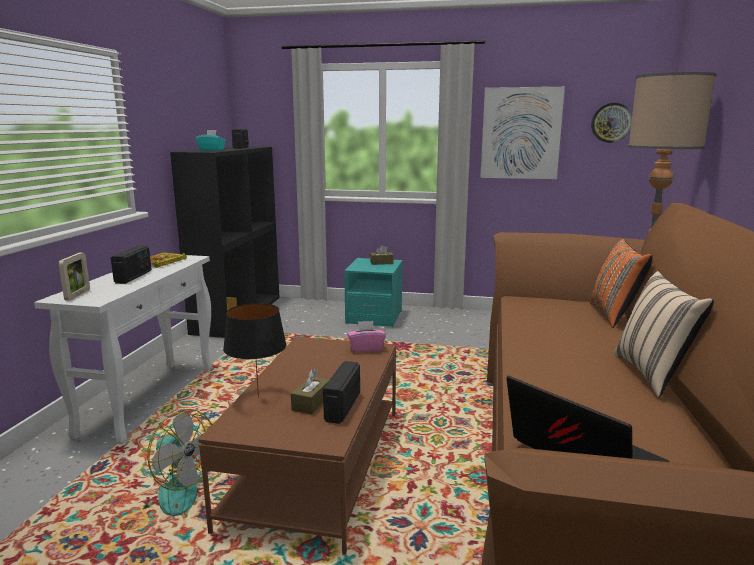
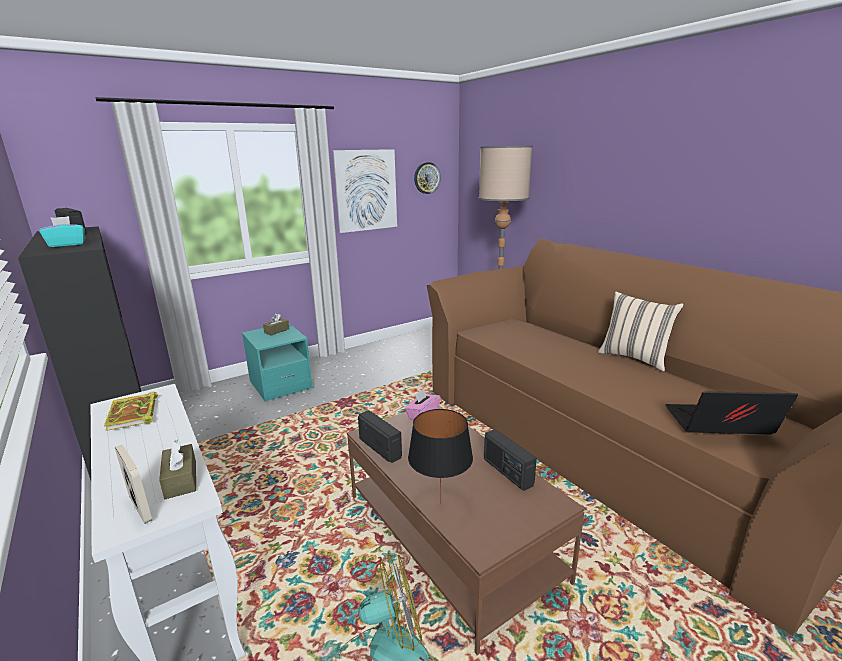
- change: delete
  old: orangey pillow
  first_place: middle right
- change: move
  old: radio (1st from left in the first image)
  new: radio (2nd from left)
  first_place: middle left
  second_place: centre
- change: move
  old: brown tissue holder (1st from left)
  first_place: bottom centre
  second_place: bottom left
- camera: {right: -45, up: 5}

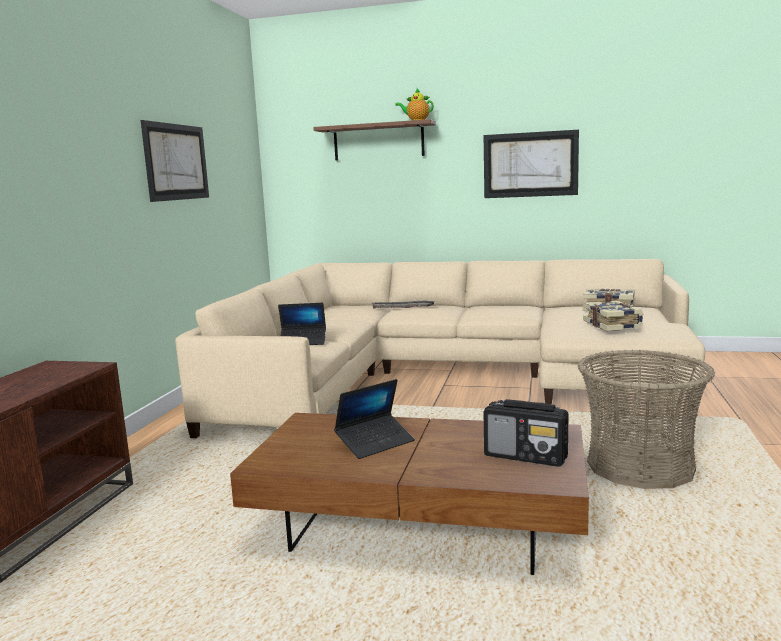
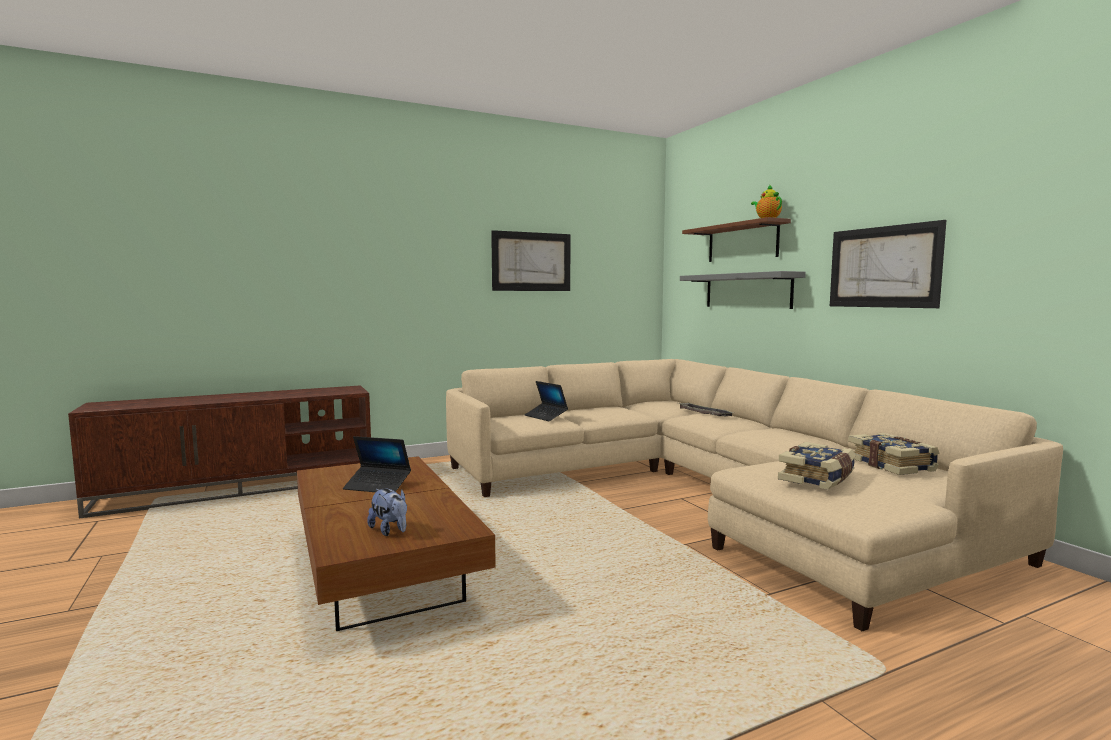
- change: delete
  old: basket
  first_place: middle right
- change: insert
  new: gray bracket shelf
  second_place: middle right
- change: replace
  old: radio
  new: plush toy
  first_place: bottom right
  second_place: bottom centre
- camera: {right: 50, up: -5}

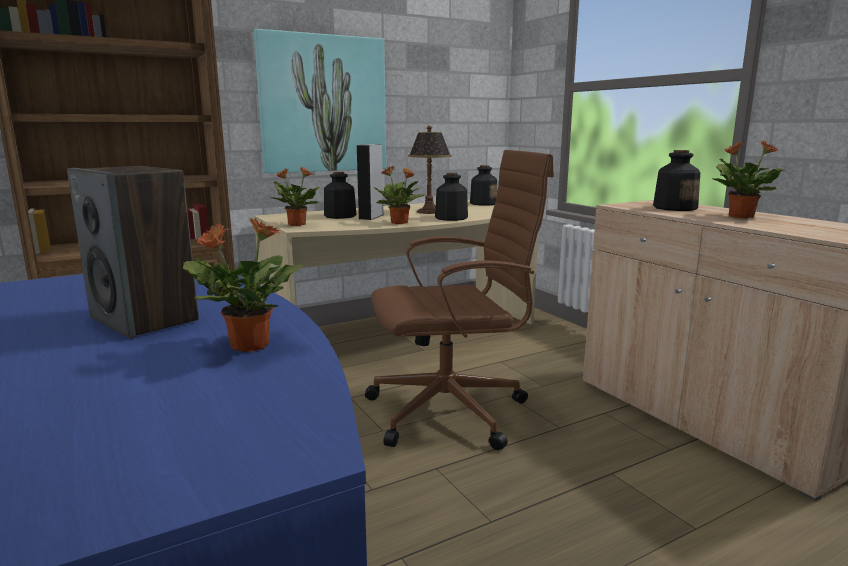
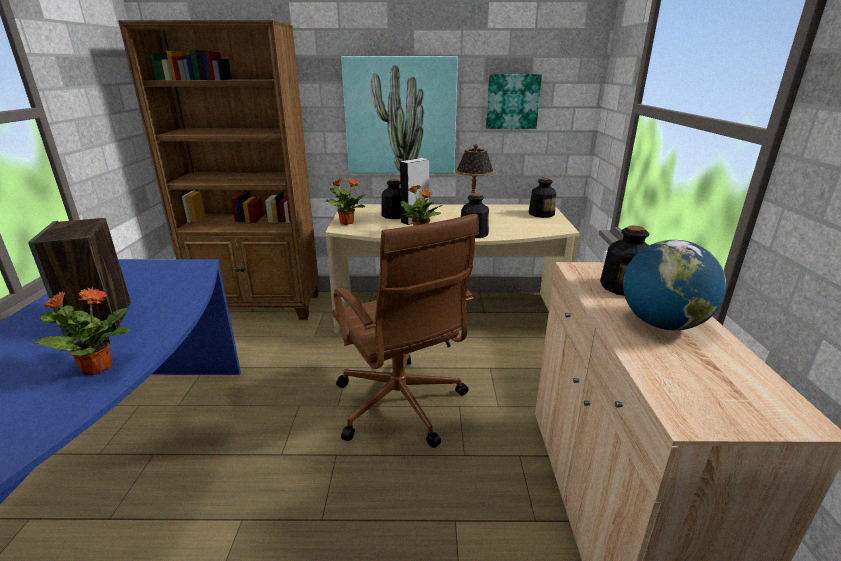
- change: insert
  new: wall art (2nd from left)
  second_place: top centre
- change: replace
  old: plant in a pot (4th from left)
  new: world globe
  first_place: top right
  second_place: middle right
- change: rotate
  old: brown computer chair
  first_place: centre
  second_place: centre
  degrees: 45
- camera: {right: 30, up: 10}

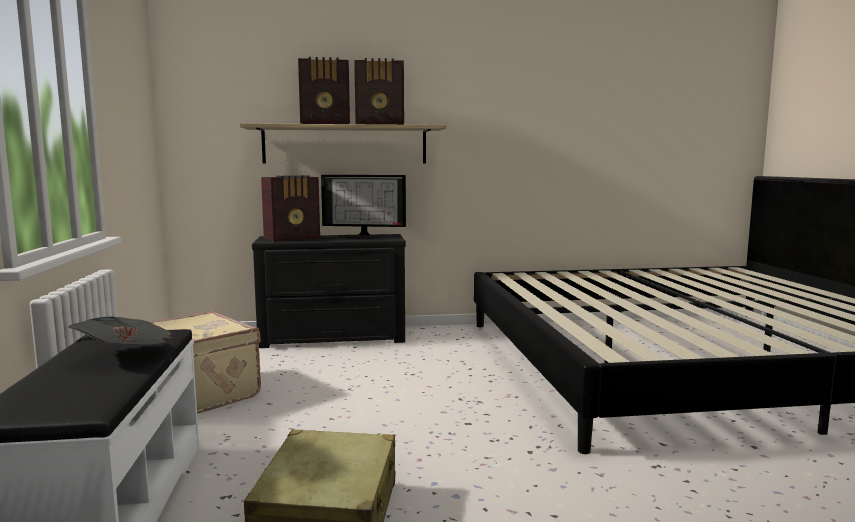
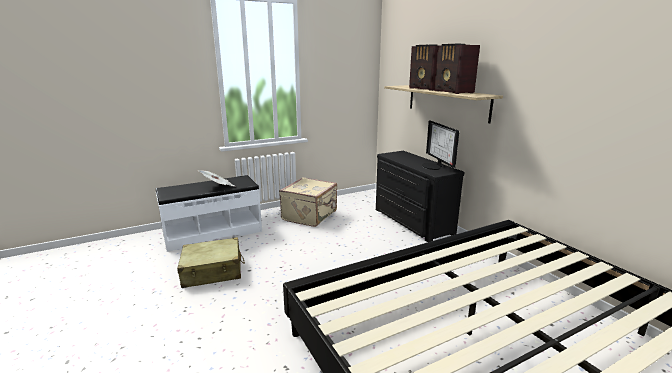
- change: delete
  old: radio (1st from left)
  first_place: centre
- camera: {right: 70, up: 10}

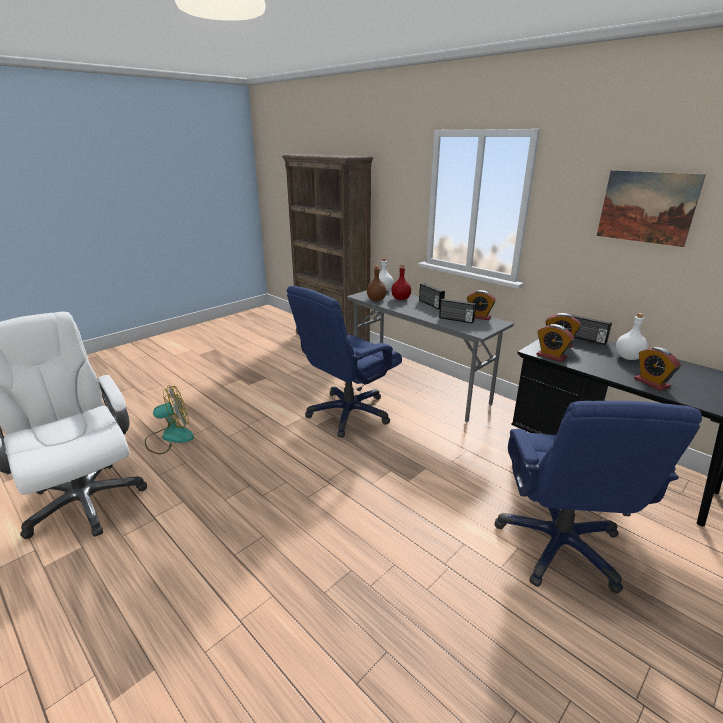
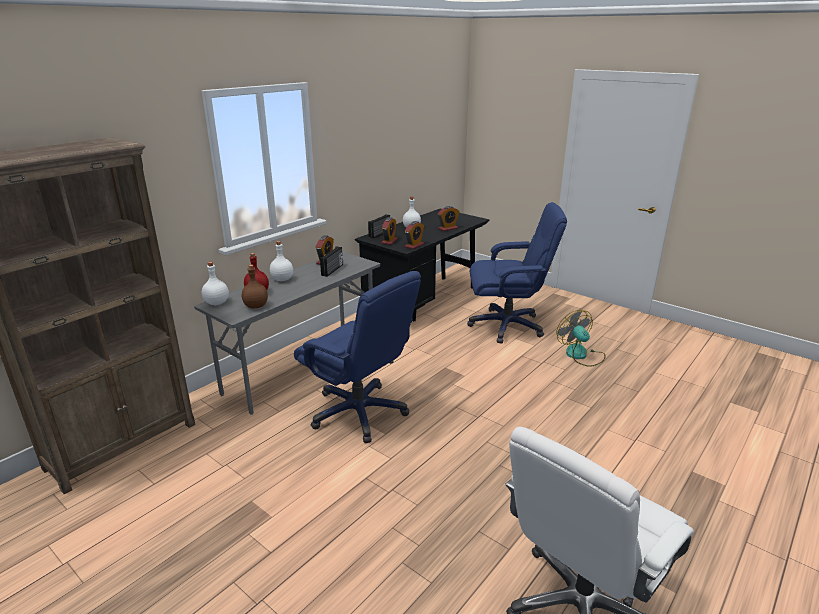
- change: delete
  old: wall art
  first_place: top right
- change: move
  old: electric fan
  first_place: middle left
  second_place: middle right
- change: replace
  old: radio (1st from left)
  new: white bottle (2nd from left)
  first_place: centre
  second_place: centre
- camera: {right: -95, up: 0}

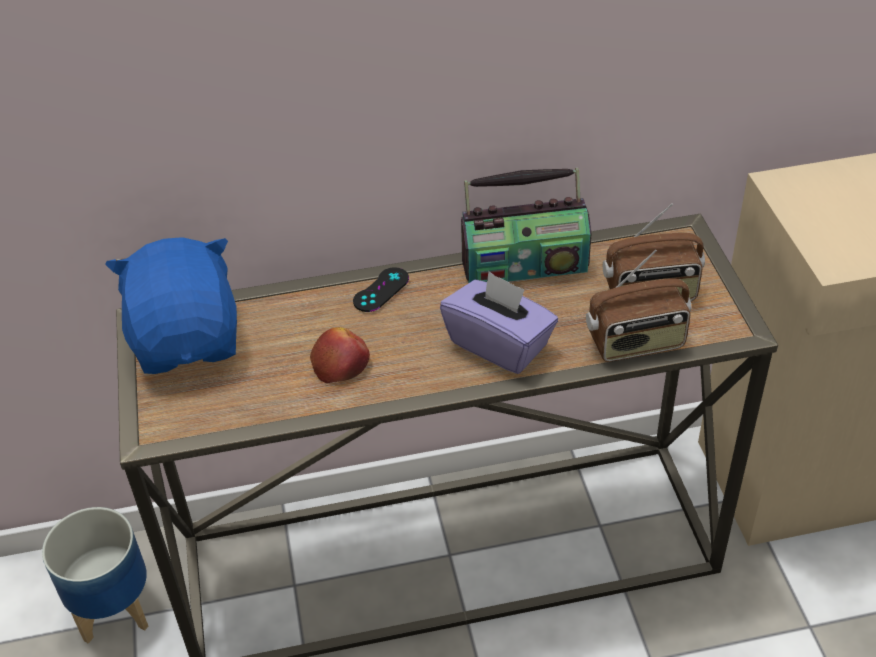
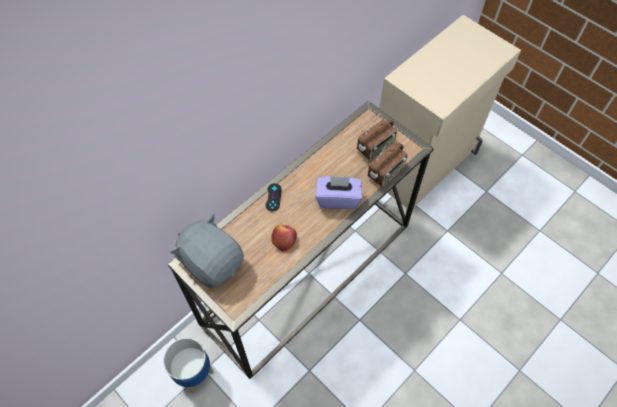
- change: delete
  old: radio (1st from left)
  first_place: centre
- change: recolor
  old: bluish plush toy
  new: gray plush toy
  first_place: middle left
  second_place: centre
- camera: {right: -35, up: 15}

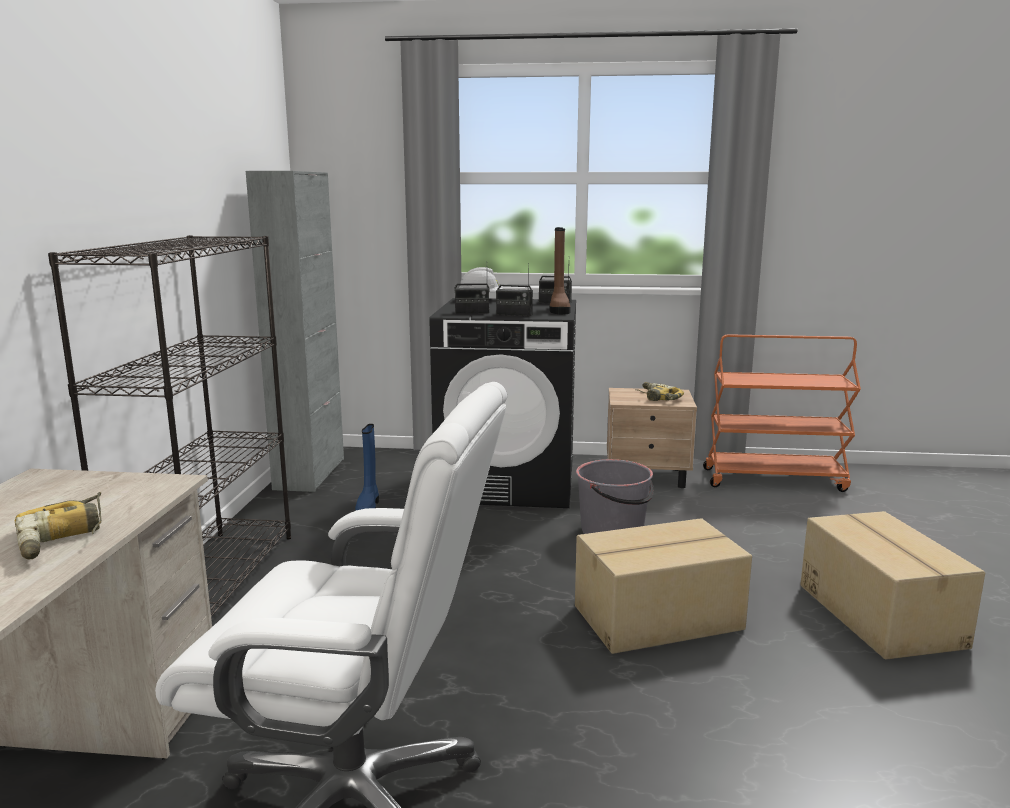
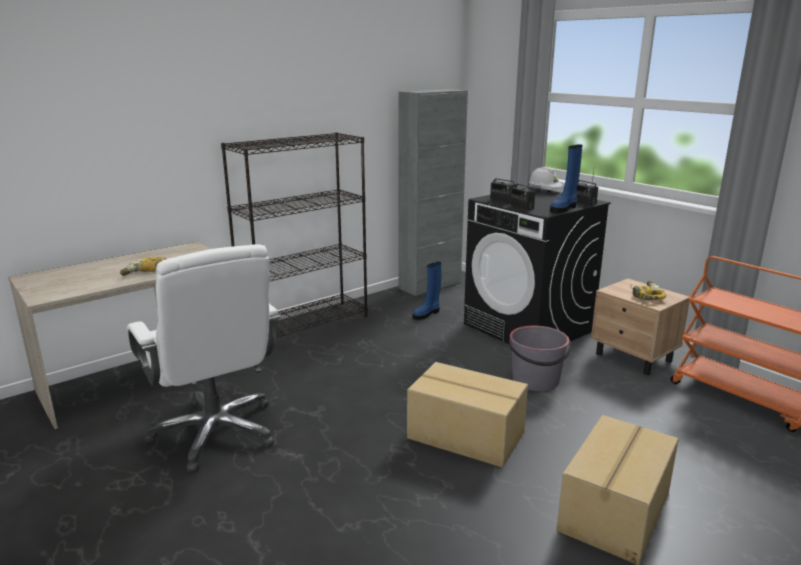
- change: recolor
  old: brown boot
  new: bluish boot (2nd from left)
  first_place: centre
  second_place: top right
- camera: {right: 45, up: 5}

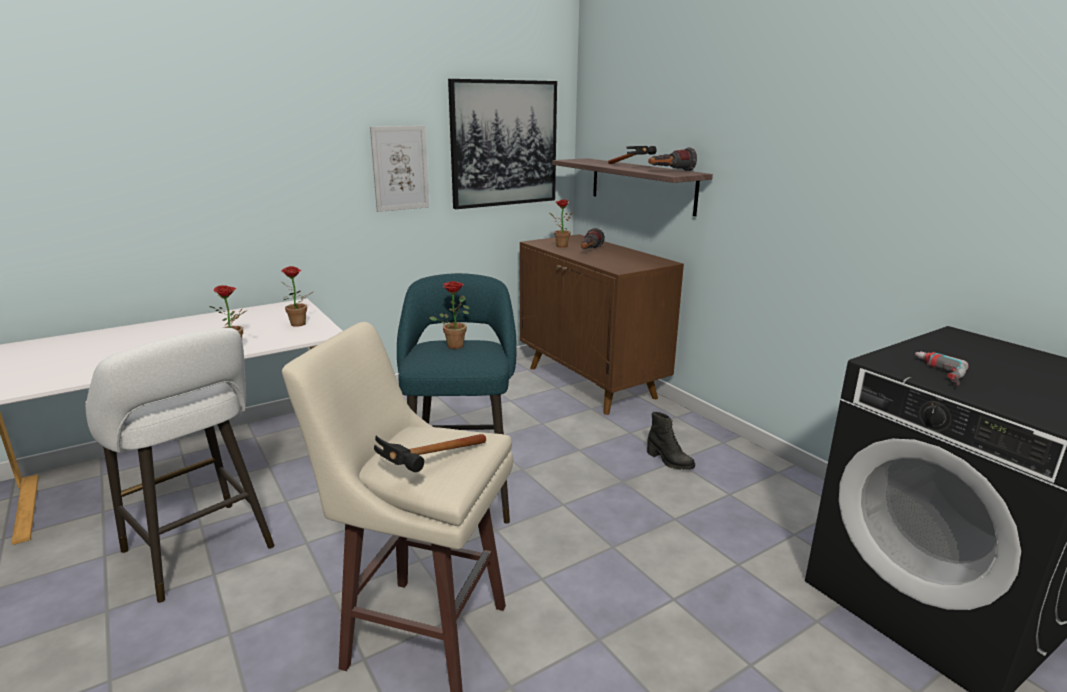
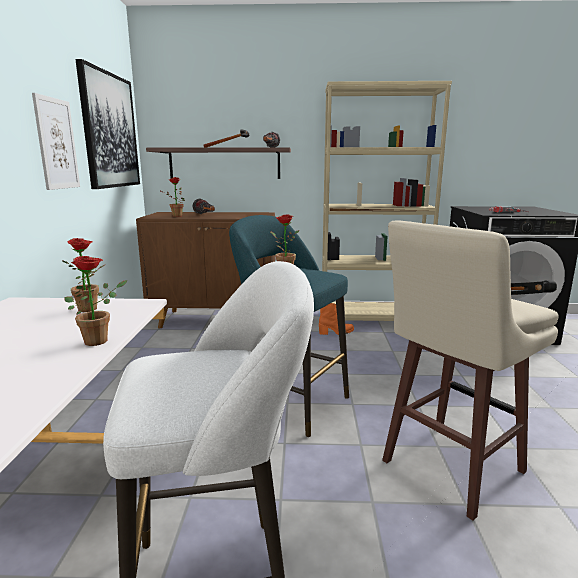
- change: insert
  new: sand-coloured shelving unit
  second_place: middle right
- change: recolor
  old: blackish boot
  new: orangey boot
  first_place: centre
  second_place: centre
- camera: {right: -55, up: -5}

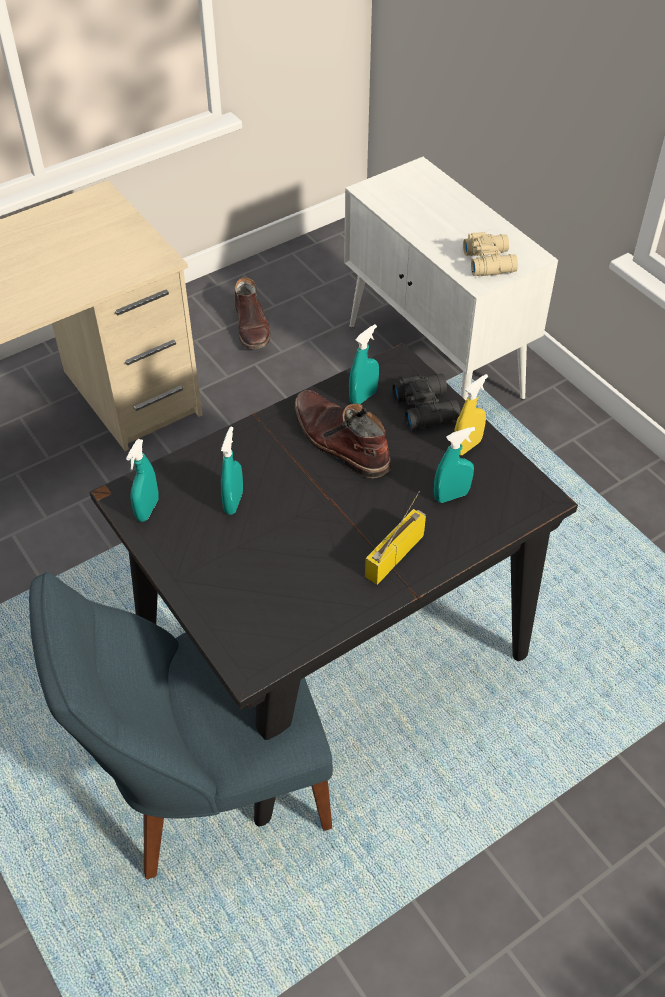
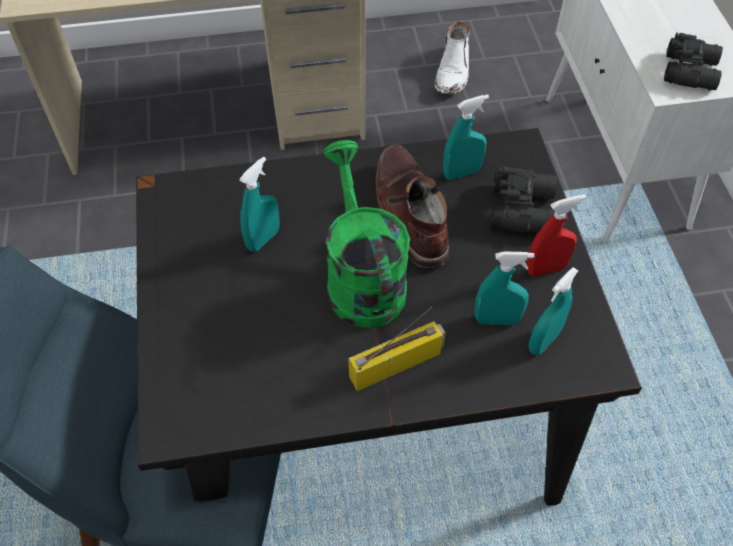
- change: insert
  new: green sprinkling can
  second_place: centre
- change: move
  old: blue-green sprayer (1st from left in the first image)
  new: blue-green sprayer (4th from left)
  first_place: middle left
  second_place: middle right
- change: recolor
  old: brown boot (1st from left)
  new: white boot
  first_place: top centre
  second_place: top centre
- change: recolor
  old: yellowish sprayer
  new: red-coloured sprayer
  first_place: middle right
  second_place: middle right
- change: recolor
  old: sand-coloured binoculars
  new: blackish binoculars (2nd from left)
  first_place: top right
  second_place: top right
- camera: {right: 25, up: 5}

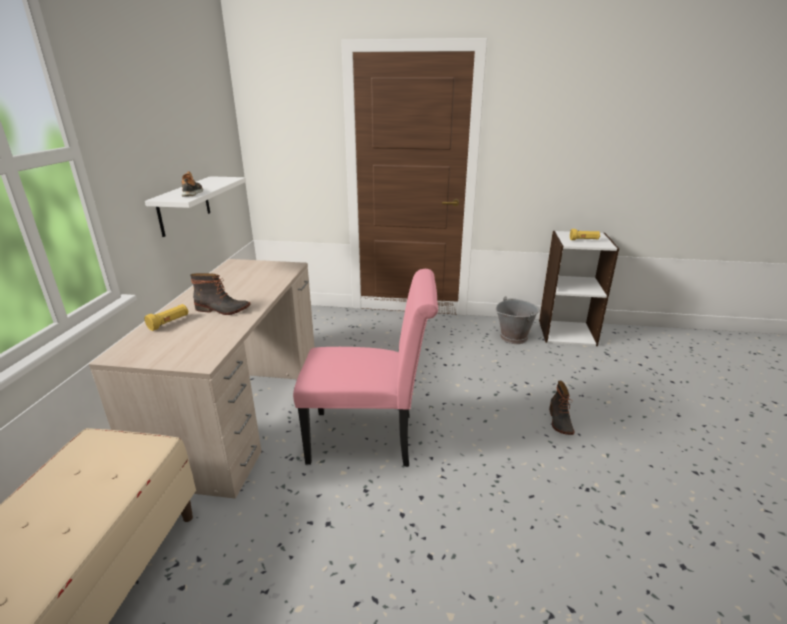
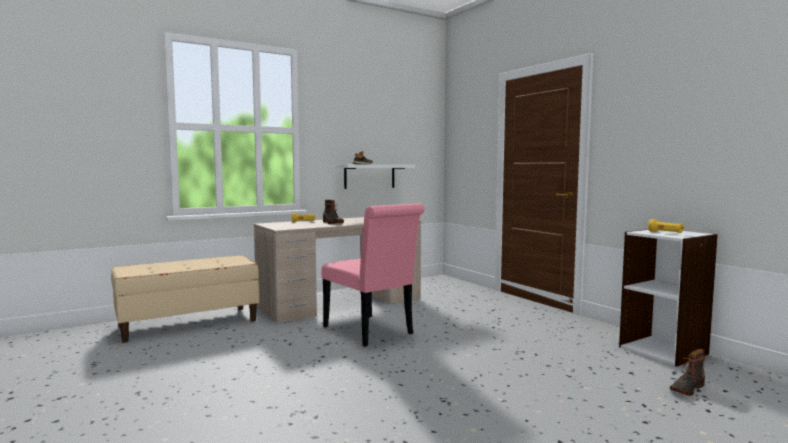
- change: delete
  old: gray pail
  first_place: centre
- change: move
  old: boot (2nd from left)
  first_place: middle right
  second_place: bottom right
- camera: {right: 50, up: -20}

